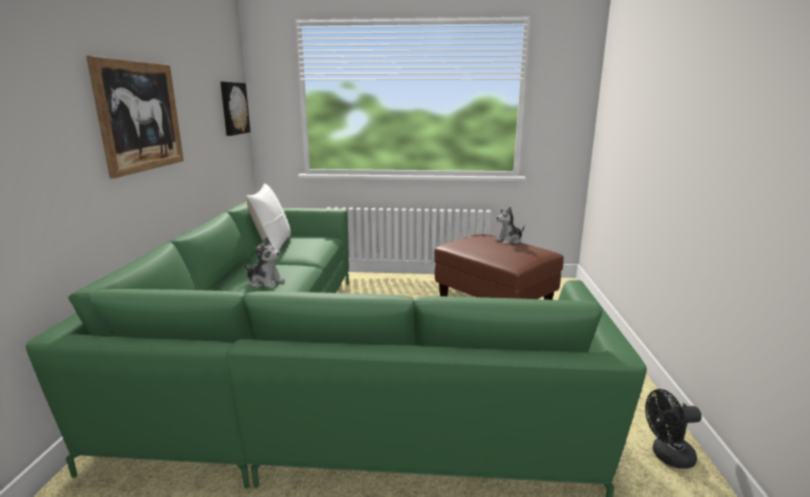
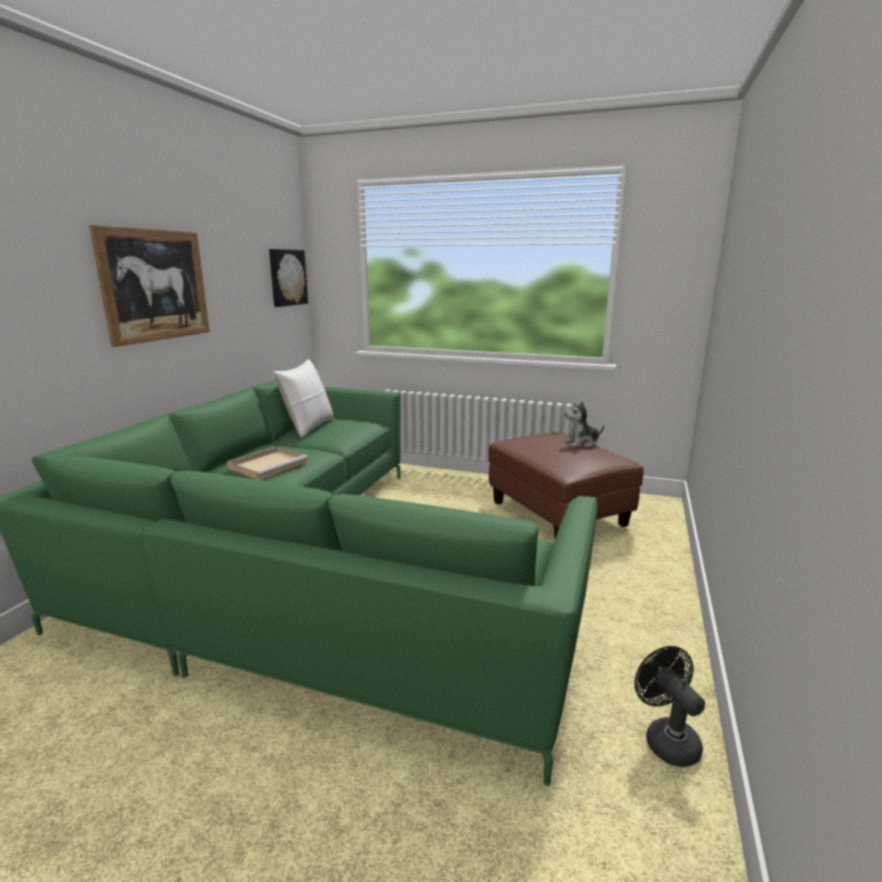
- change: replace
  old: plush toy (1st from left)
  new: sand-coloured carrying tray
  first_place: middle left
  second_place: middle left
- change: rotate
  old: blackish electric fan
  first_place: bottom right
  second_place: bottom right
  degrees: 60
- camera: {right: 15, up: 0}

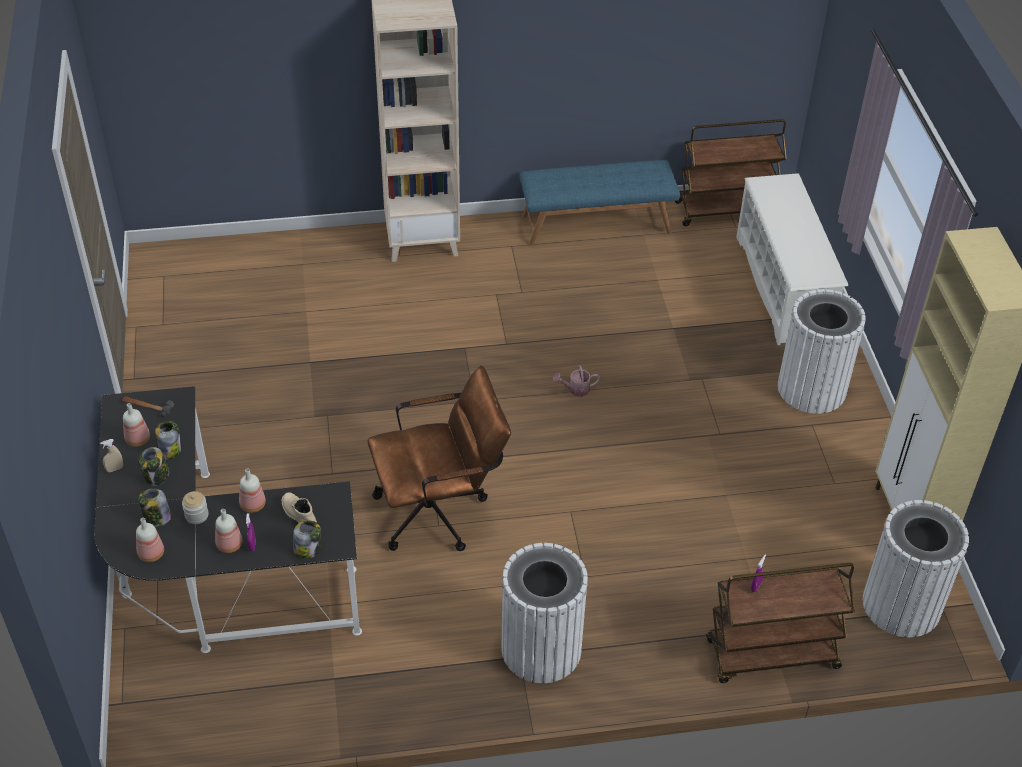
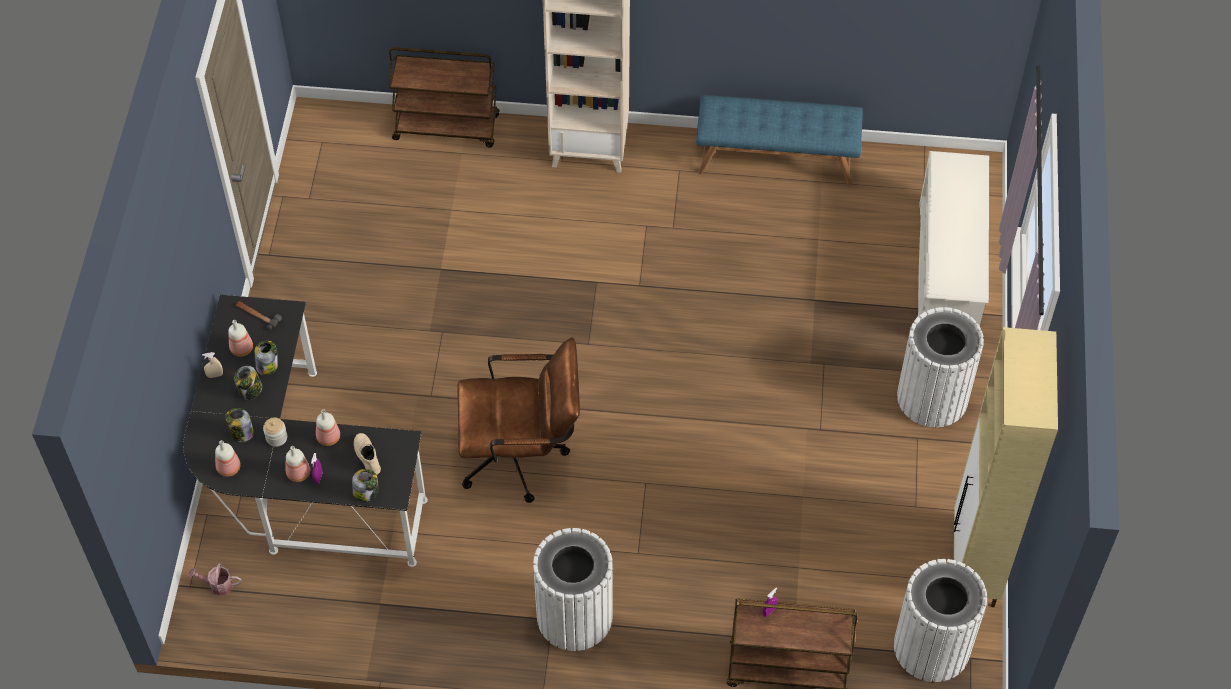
- change: move
  old: sprinkling can
  first_place: centre
  second_place: bottom left
- change: move
  old: brown wheeled cart (1st from left)
  first_place: top right
  second_place: top centre
- camera: {right: 15, up: 10}

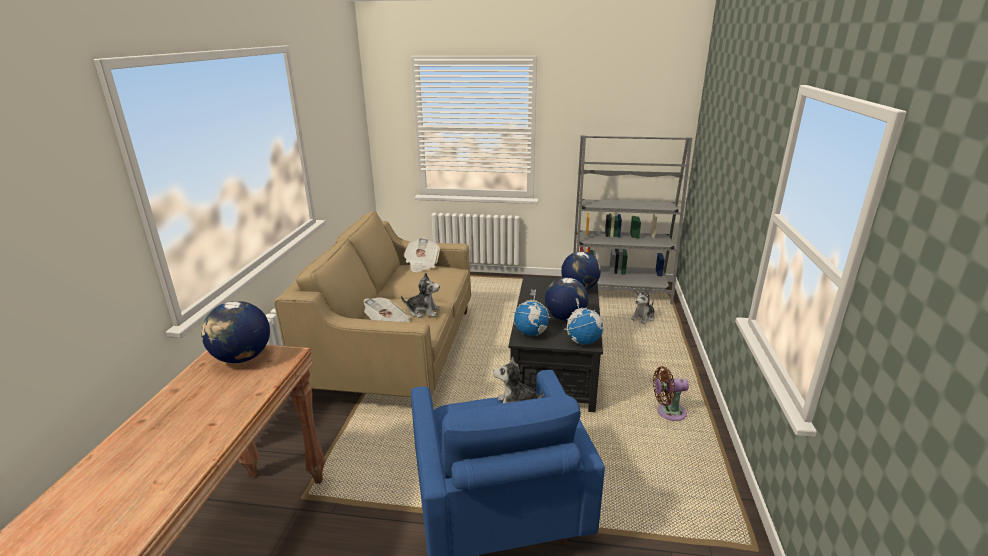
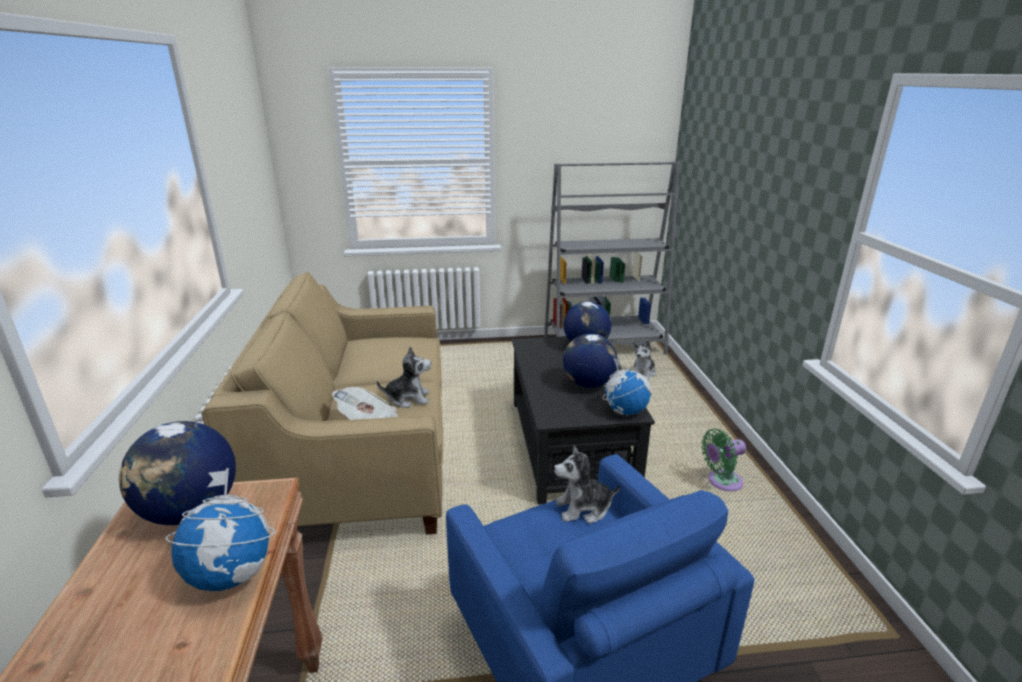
- change: delete
  old: newspaper (2nd from left)
  first_place: centre
- change: move
  old: world globe (2nd from left)
  first_place: centre
  second_place: bottom left
- change: recolor
  old: brown electric fan
  new: green electric fan
  first_place: bottom right
  second_place: bottom right
- camera: {right: -15, up: 0}

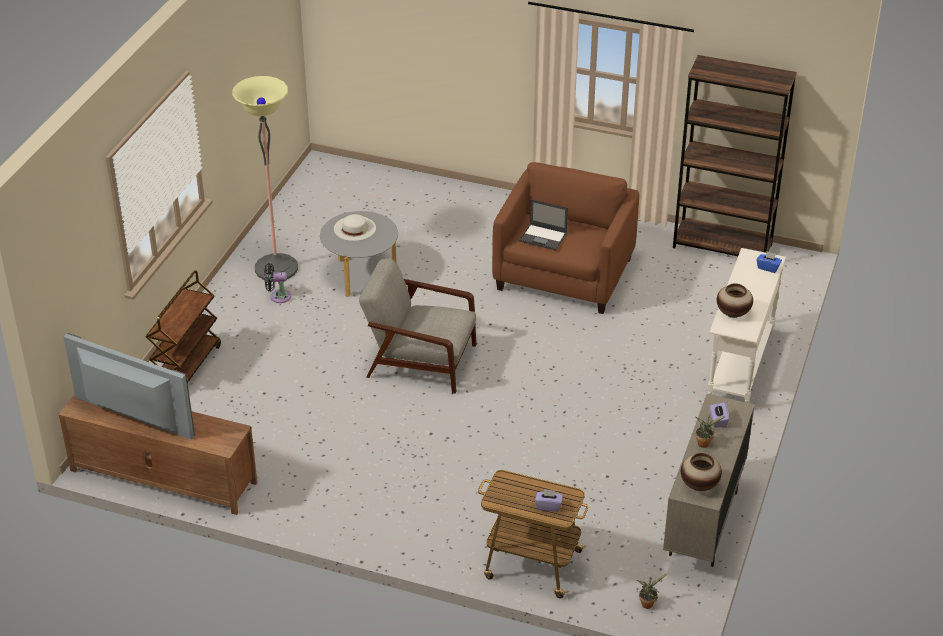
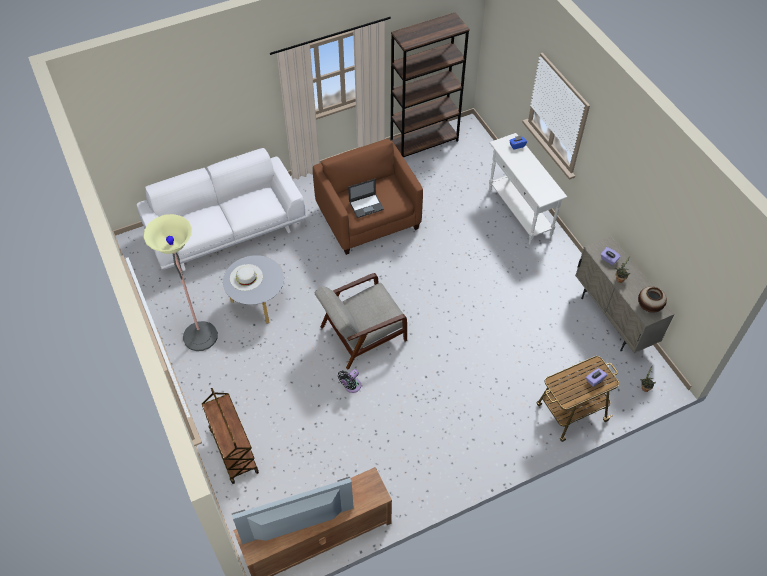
- change: delete
  old: decorative vase (2nd from left)
  first_place: middle right
- change: insert
  new: white couch
  second_place: middle left
- change: move
  old: blackish electric fan
  first_place: middle left
  second_place: centre
- camera: {right: -45, up: 15}

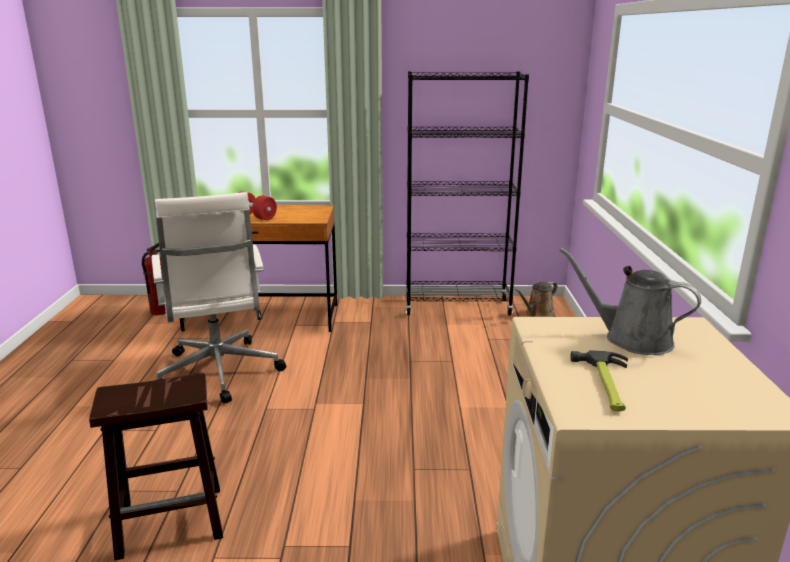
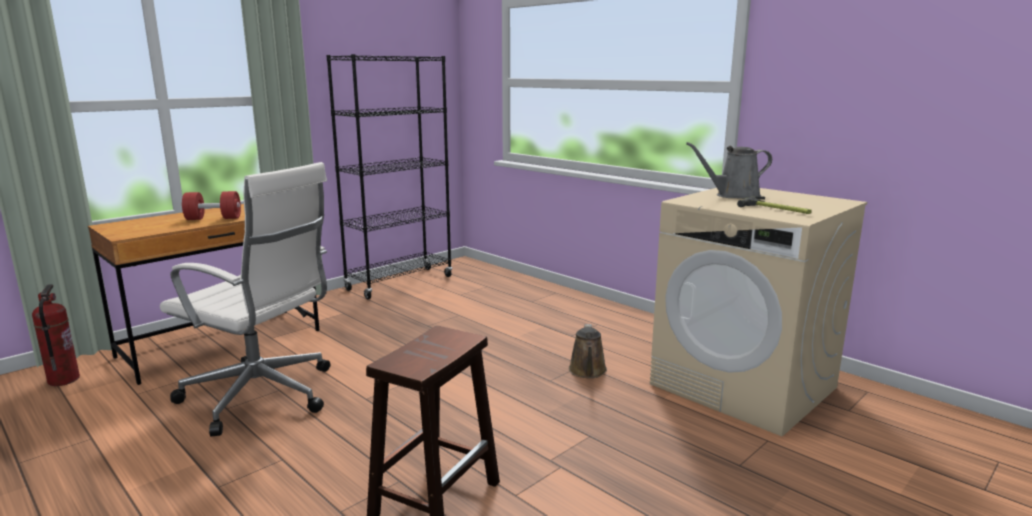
- change: move
  old: brown sprinkling can
  first_place: middle right
  second_place: bottom centre
- camera: {right: -45, up: -5}

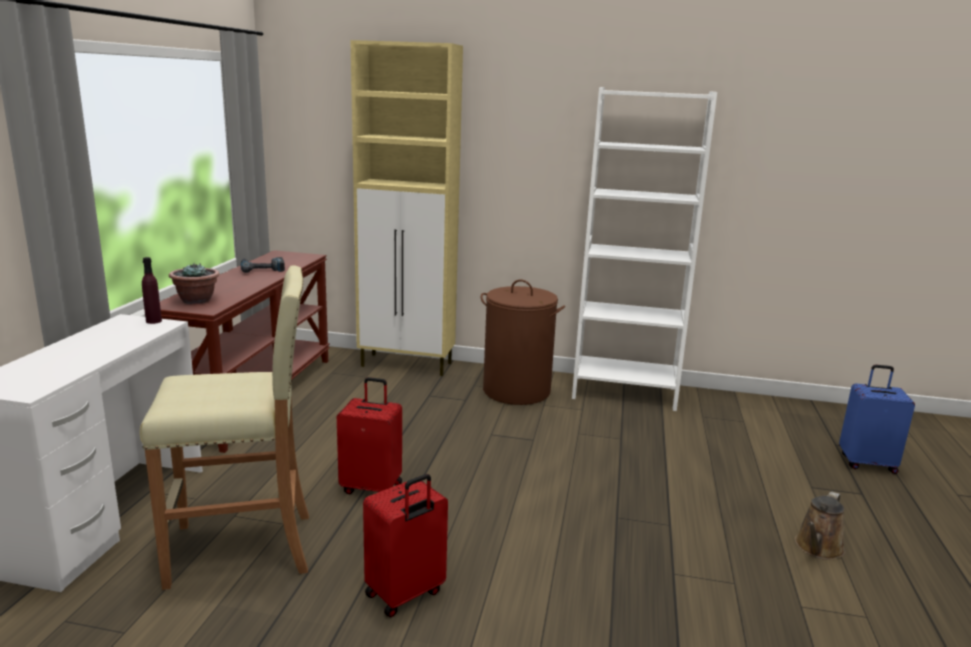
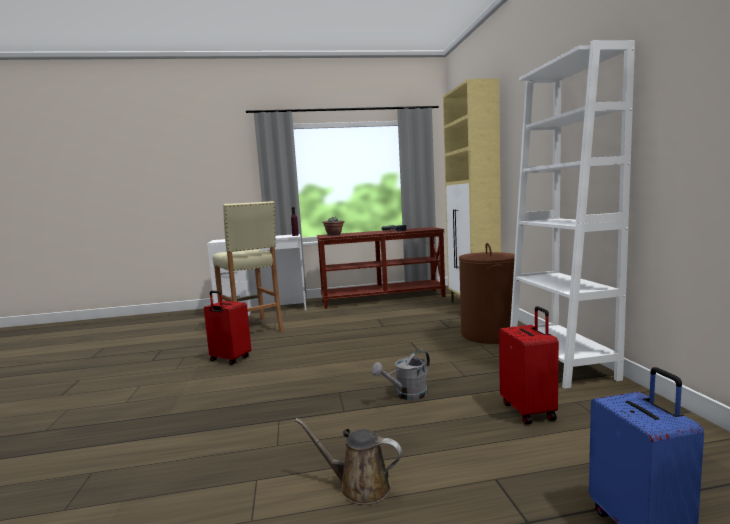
- change: insert
  new: gray sprinkling can
  second_place: bottom centre
- change: move
  old: red-coloured suitcase (1st from left in the first image)
  new: red-coloured suitcase (2nd from left)
  first_place: bottom centre
  second_place: bottom right
- camera: {right: 70, up: -10}

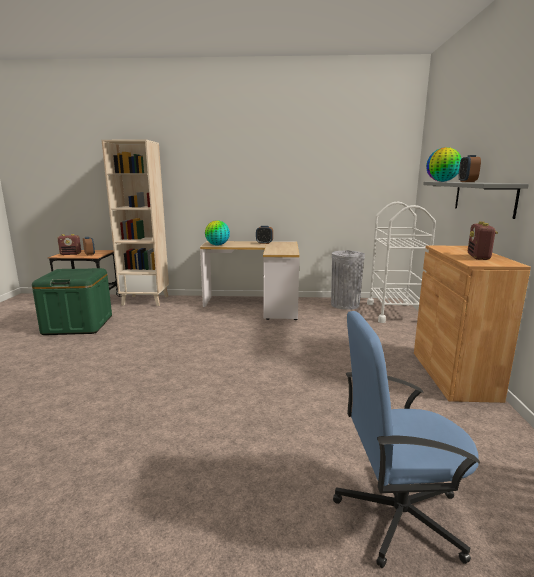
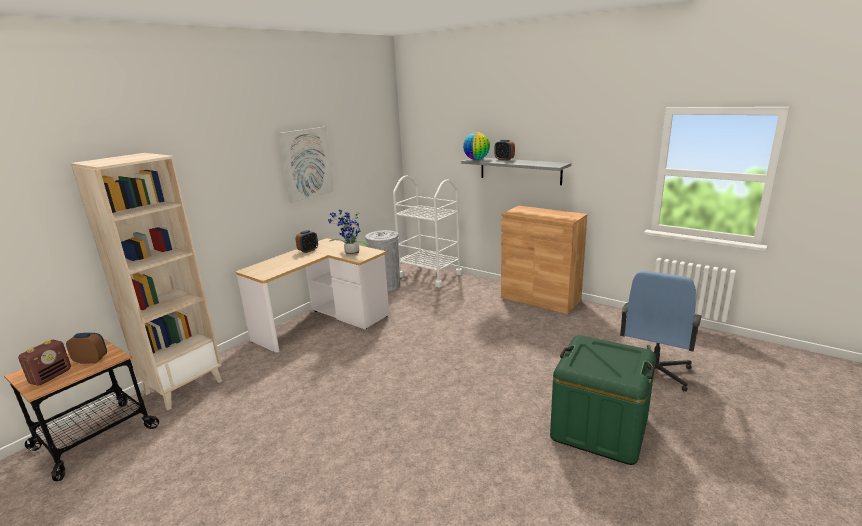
- change: delete
  old: world globe (1st from left)
  first_place: centre
- change: delete
  old: radio (2nd from left)
  first_place: middle right
- change: insert
  new: wall art
  second_place: top centre
- change: insert
  new: plant in a pot
  second_place: centre
- change: move
  old: green storage box
  first_place: middle left
  second_place: bottom right
- camera: {right: -55, up: 5}

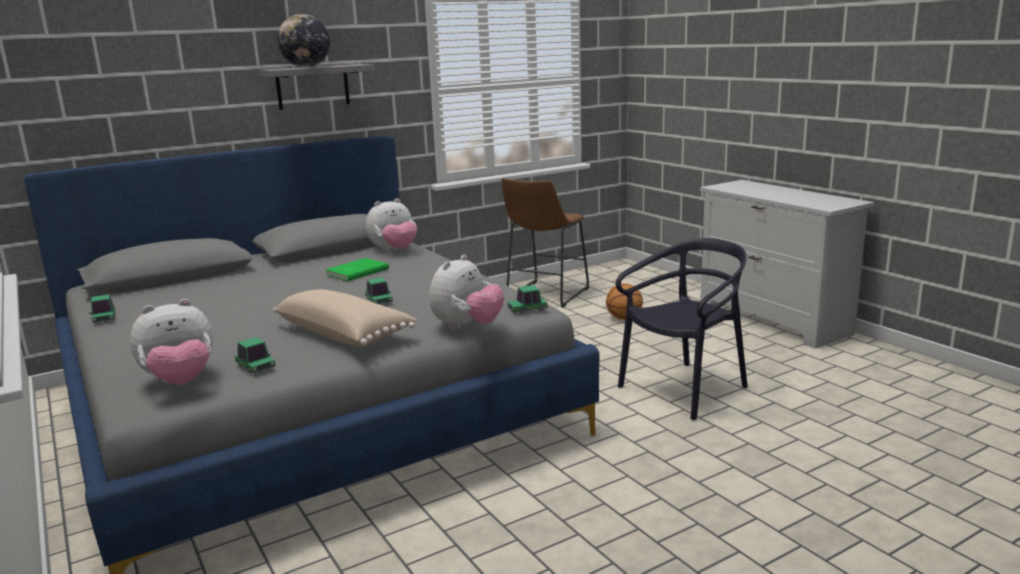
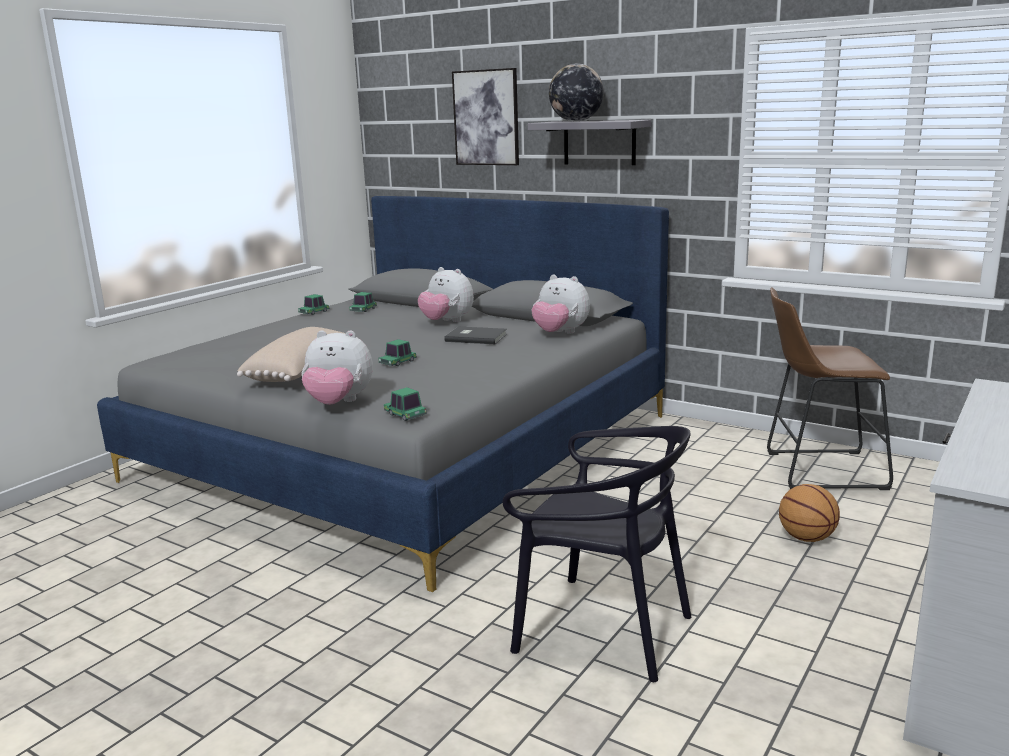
- change: insert
  new: wall art
  second_place: top centre
- change: move
  old: plush toy (1st from left in the first image)
  new: plush toy (2nd from left)
  first_place: middle left
  second_place: centre
- change: move
  old: miniature car (2nd from left)
  first_place: middle left
  second_place: centre
- change: recolor
  old: green book
  new: gray book
  first_place: centre
  second_place: centre
- camera: {right: 65, up: 0}

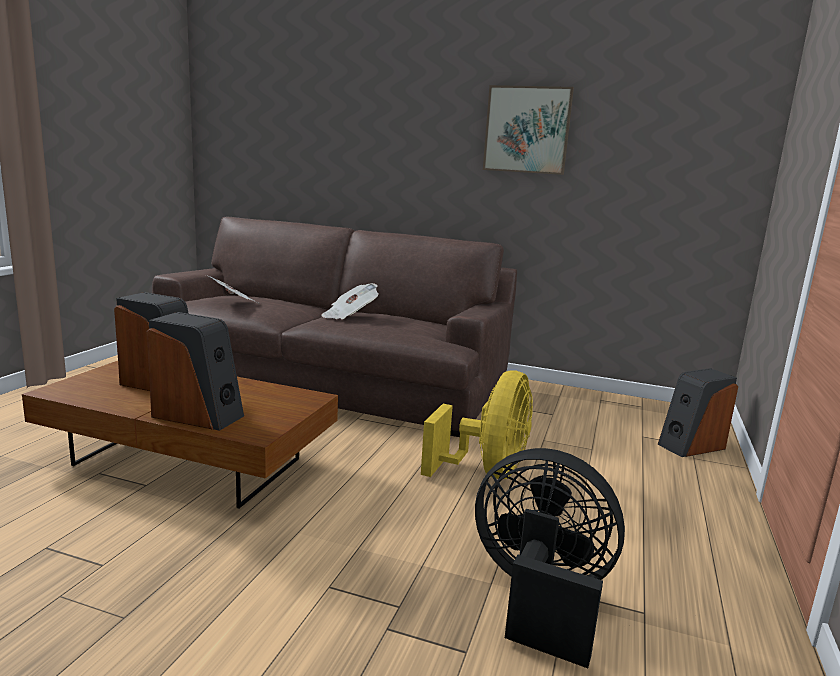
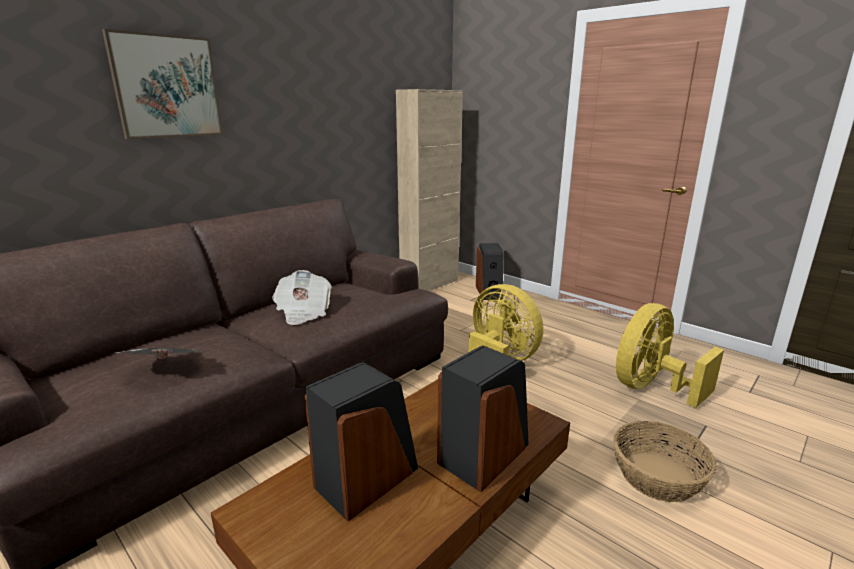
- change: insert
  new: sand-coloured storage cabinet
  second_place: centre
- change: insert
  new: basket
  second_place: bottom right
- change: move
  old: wall art
  first_place: top centre
  second_place: top left
- change: recolor
  old: blackish electric fan
  new: yellowish electric fan (2nd from left)
  first_place: bottom centre
  second_place: middle right
- camera: {right: -65, up: 5}

